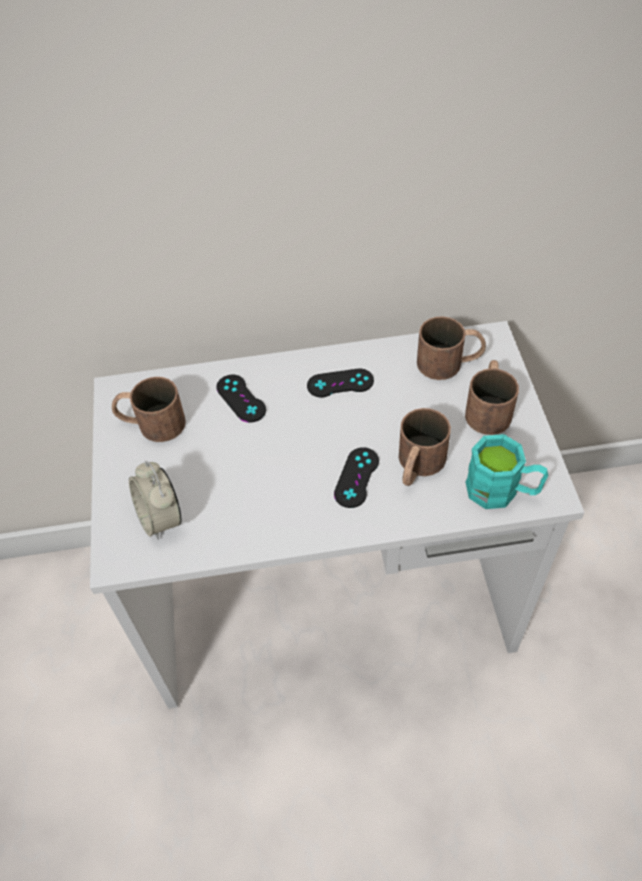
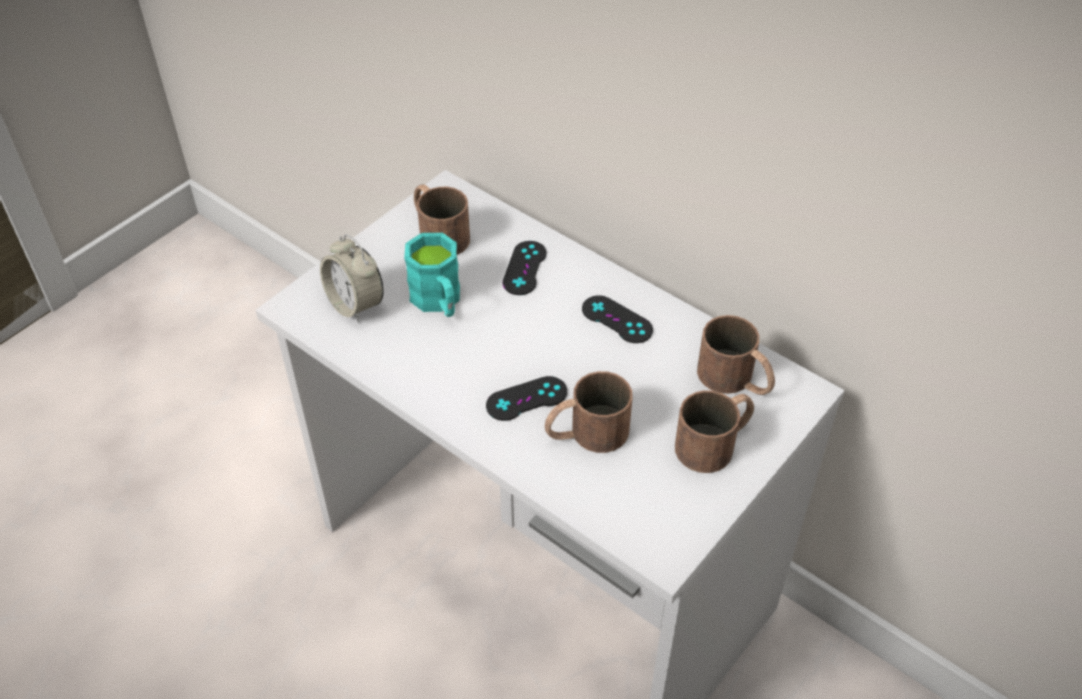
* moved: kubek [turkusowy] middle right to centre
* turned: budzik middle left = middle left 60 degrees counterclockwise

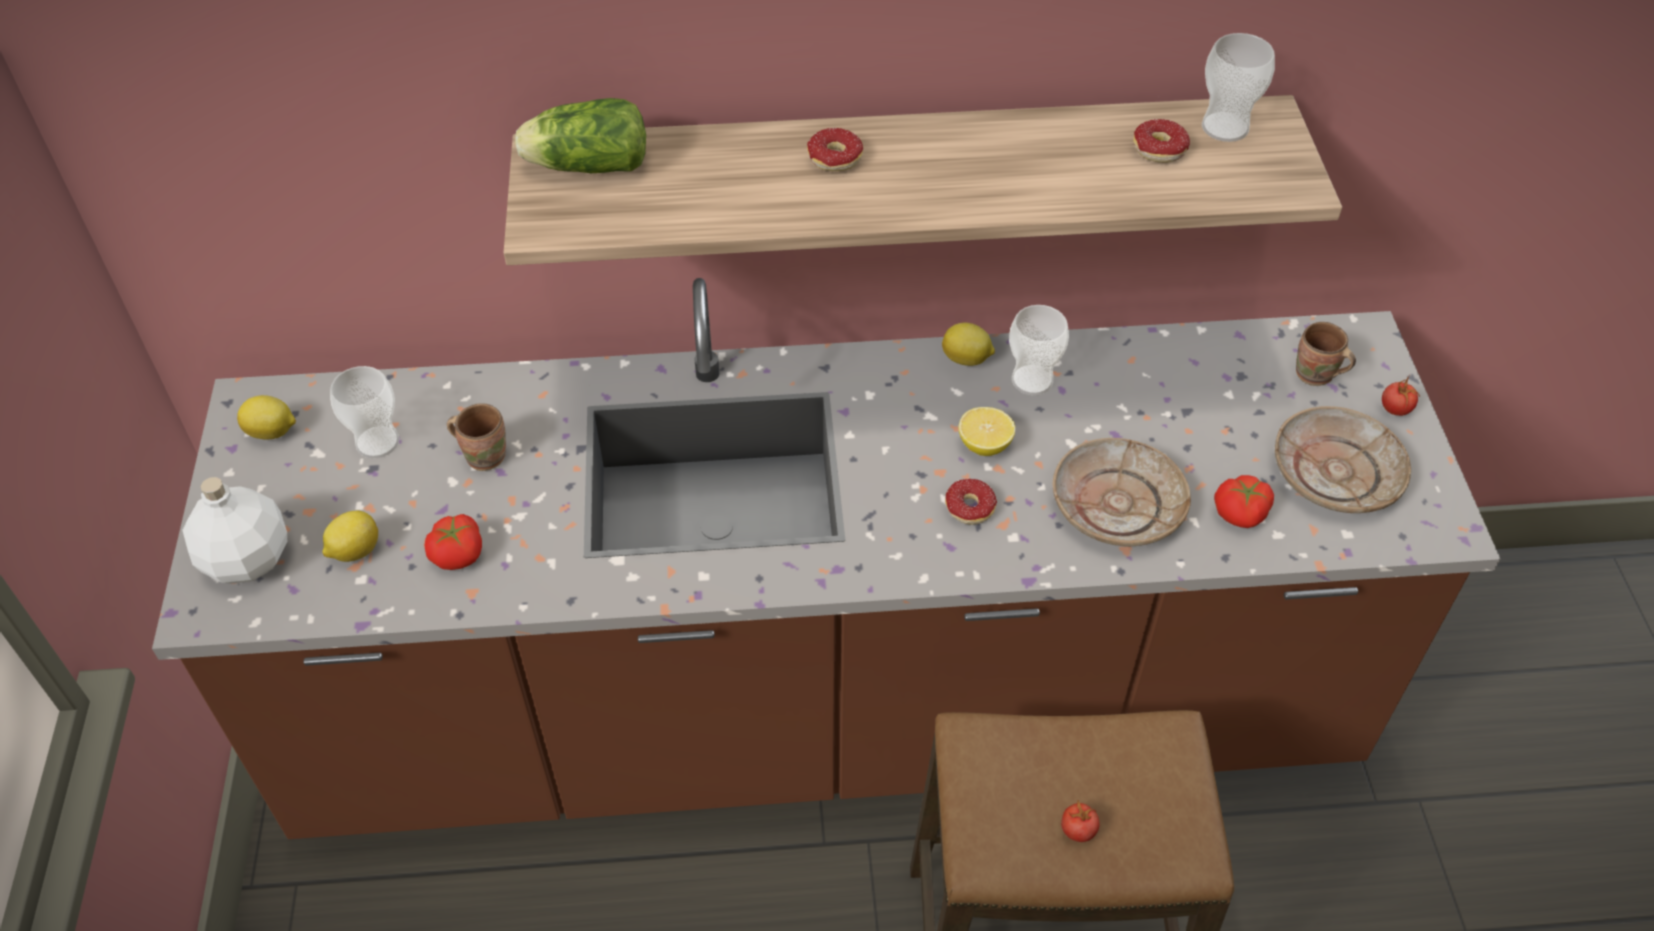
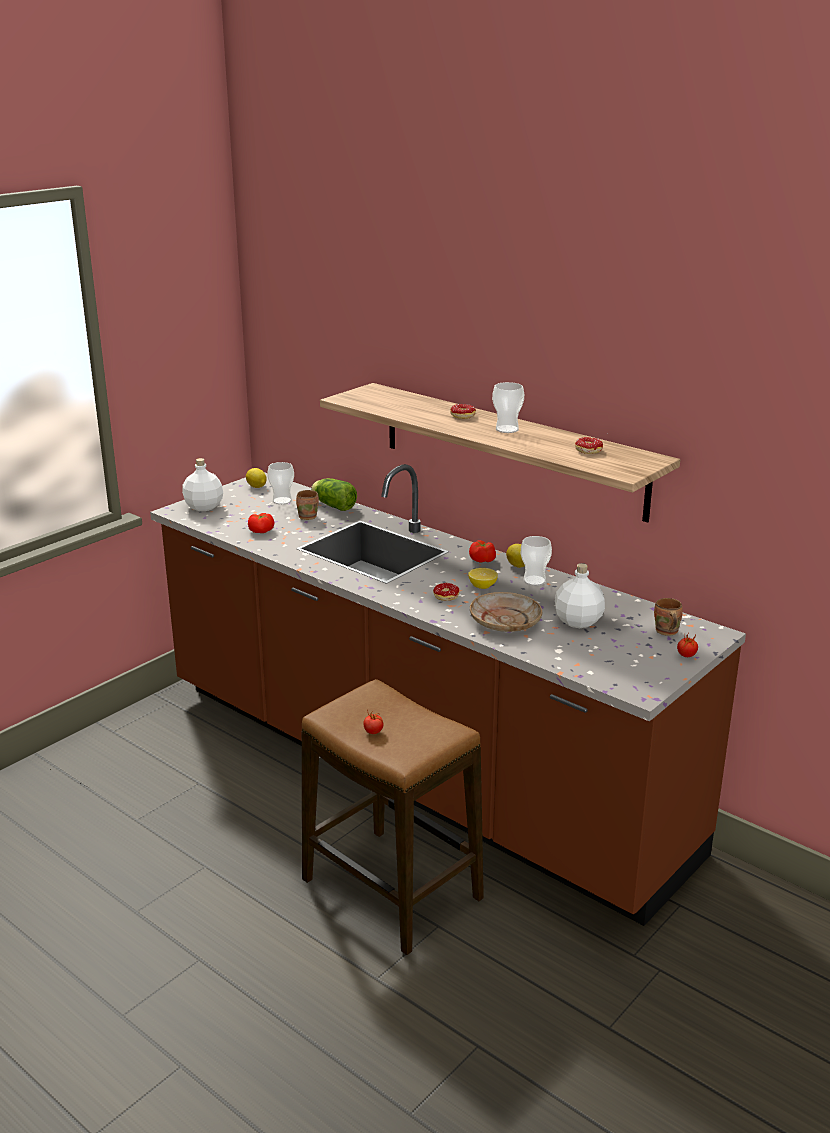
* removed: cytryna (2nd from left) middle left
* removed: talerz [beżowy] (2nd from left) middle right
* added: butelka [biały] (2nd from left) middle right
* moved: sałata top centre to centre
* moved: filiżanka (3rd from left in the first image) top right to filiżanka (2nd from left) centre
* moved: pomidor (3rd from left) middle right to centre

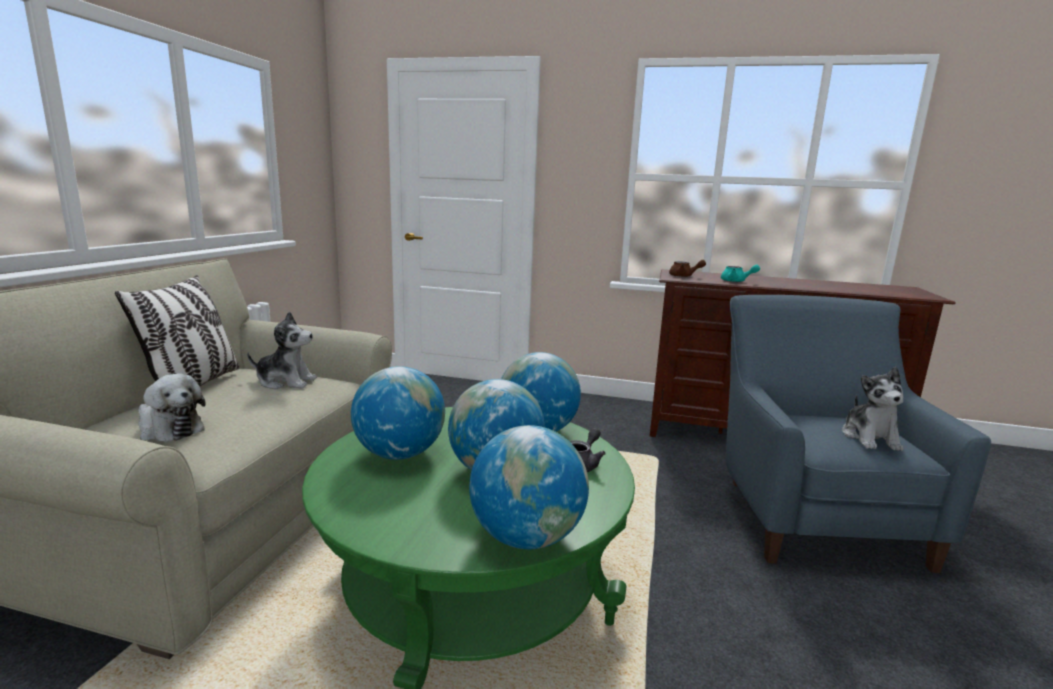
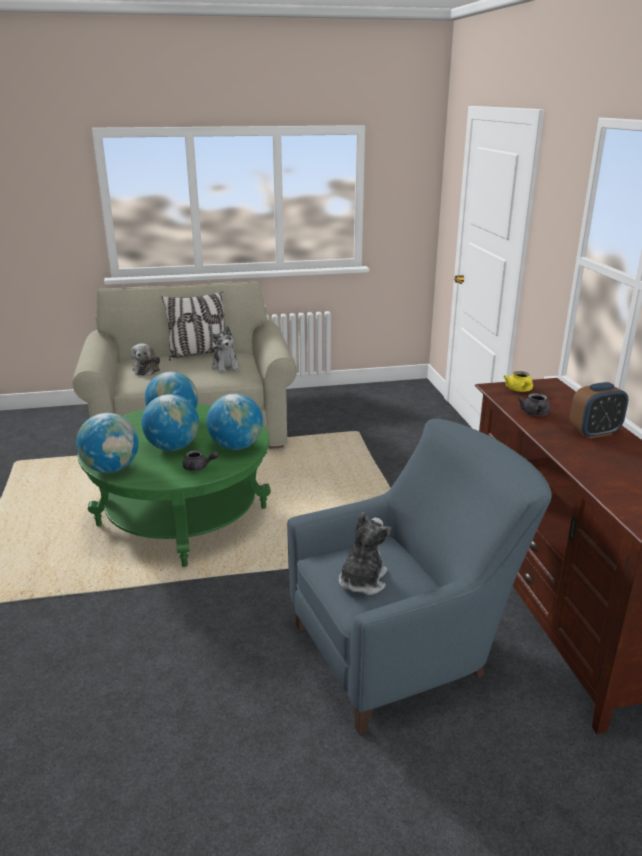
* added: budzik middle right
* recoloured: imbryk [brązowy] centre to imbryk [żółty] middle right
* recoloured: imbryk [turkusowy] middle right to imbryk [szary] (2nd from left) middle right
* turned: pluszak (3rd from left) middle right = centre 135 degrees clockwise

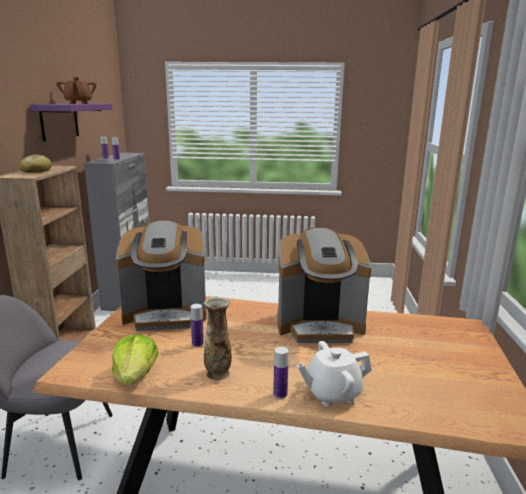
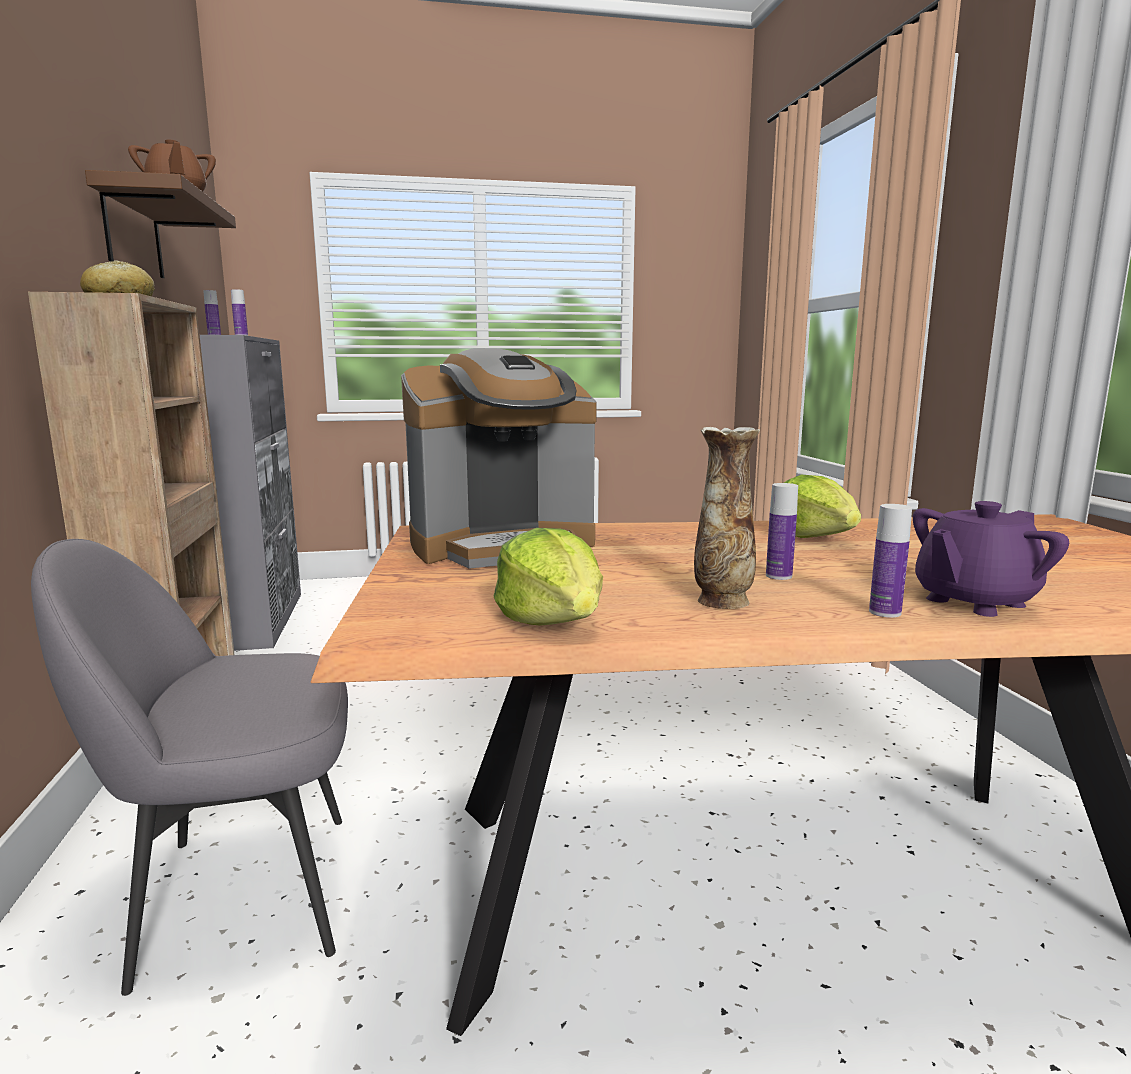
* moved: butelka (3rd from left) centre to middle right
* replaced: ekspres do kawy (2nd from left) centre to sałata (2nd from left) middle right
* recoloured: półka [fioletowy] top left to półka [brązowy] top left
* recoloured: imbryk [biały] bottom centre to imbryk [fioletowy] middle right

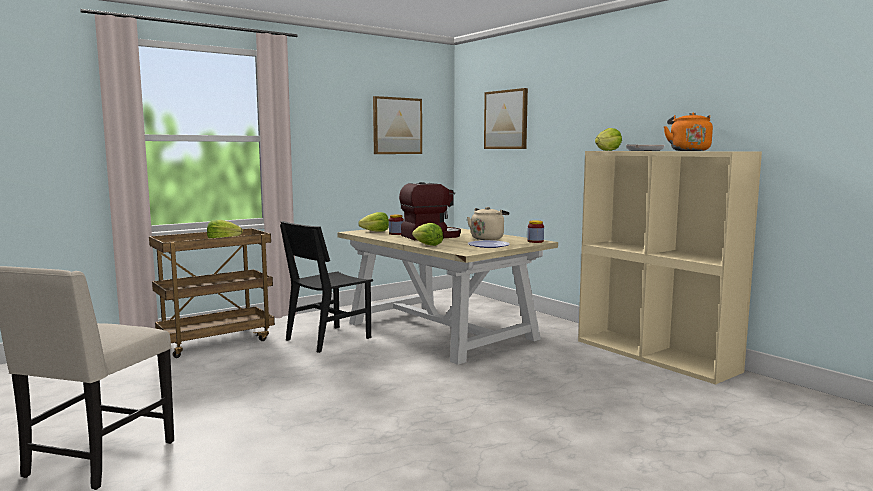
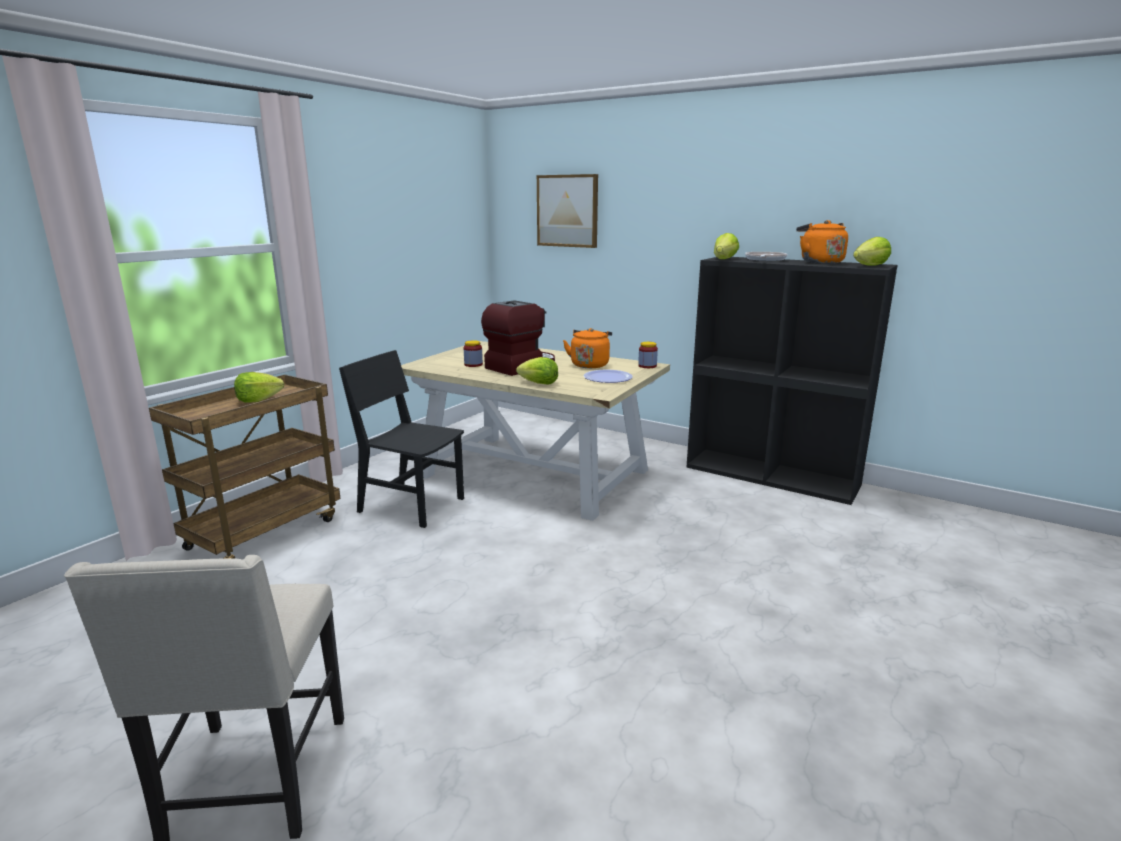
* removed: obraz (1st from left) top centre
* moved: sałata (2nd from left in the first image) centre to sałata (4th from left) top right
* recoloured: czajnik [beżowy] centre to czajnik [pomarańczowy] (1st from left) centre
* recoloured: regał [beżowy] middle right to regał [czarny] middle right
* turned: krzesło [czarny] centre = centre 90 degrees clockwise

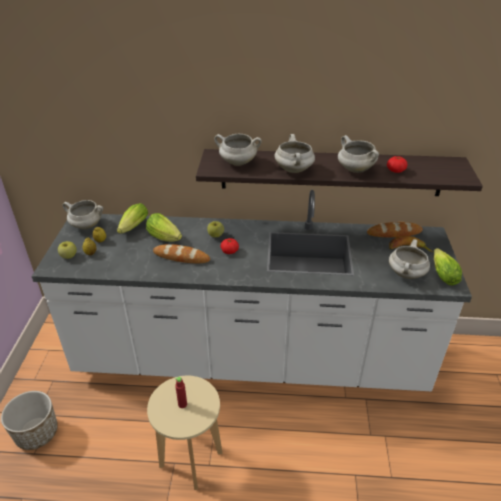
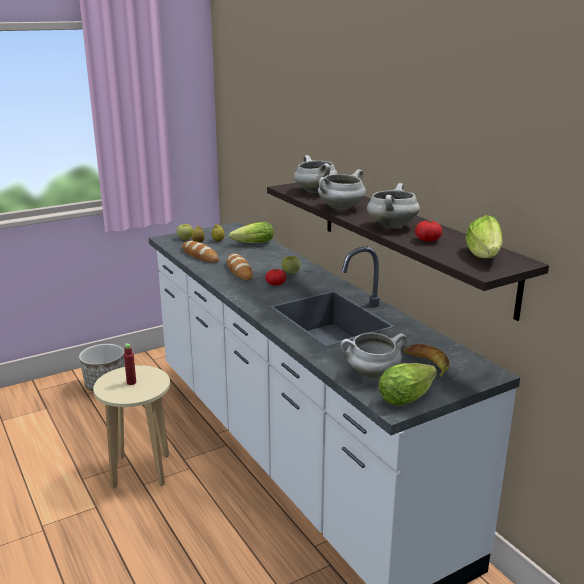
* removed: garnek [biały] (1st from left) middle left
* moved: sałata (2nd from left in the first image) middle left to sałata (3rd from left) middle right
* moved: chleb (2nd from left in the first image) middle right to chleb (1st from left) centre

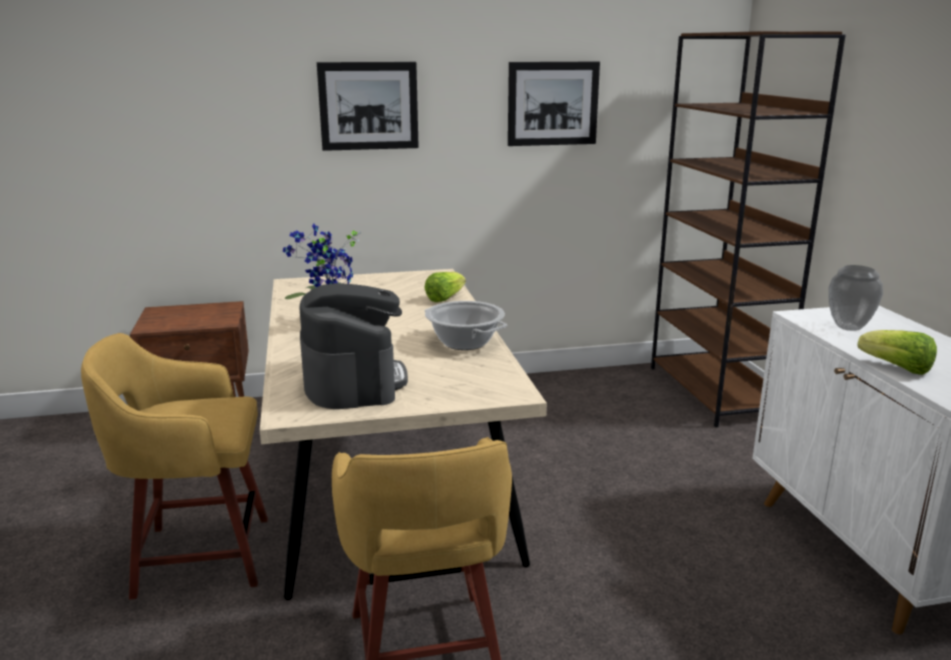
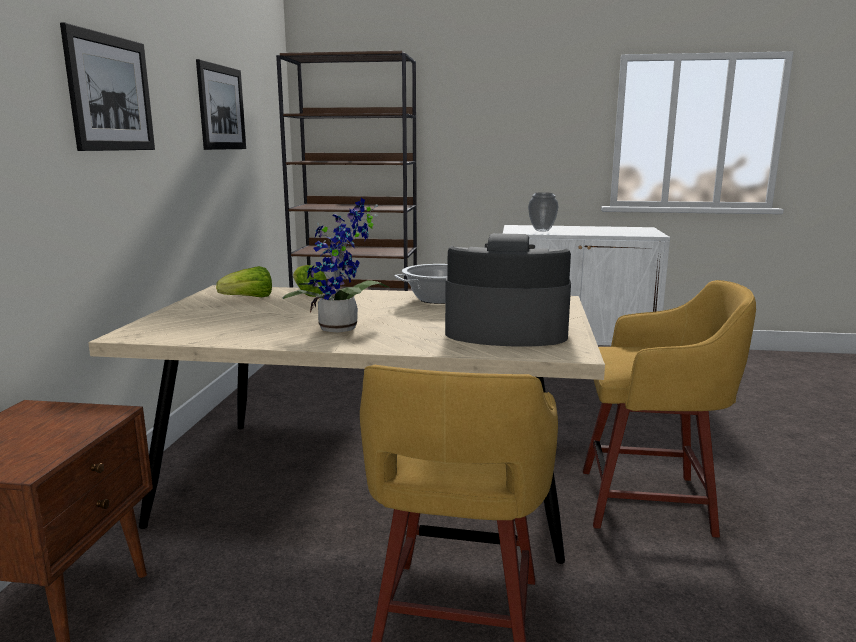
* moved: sałata (2nd from left in the first image) middle right to sałata (1st from left) middle left

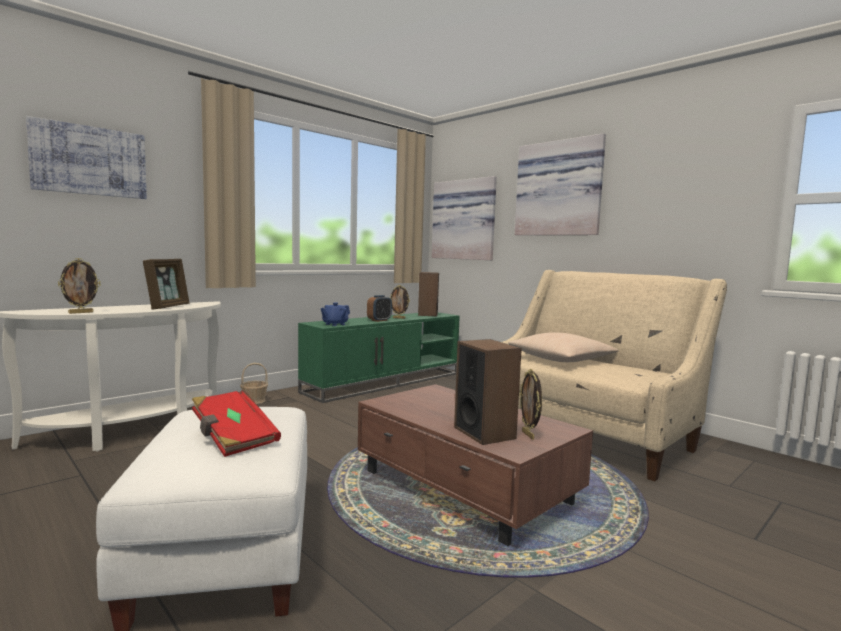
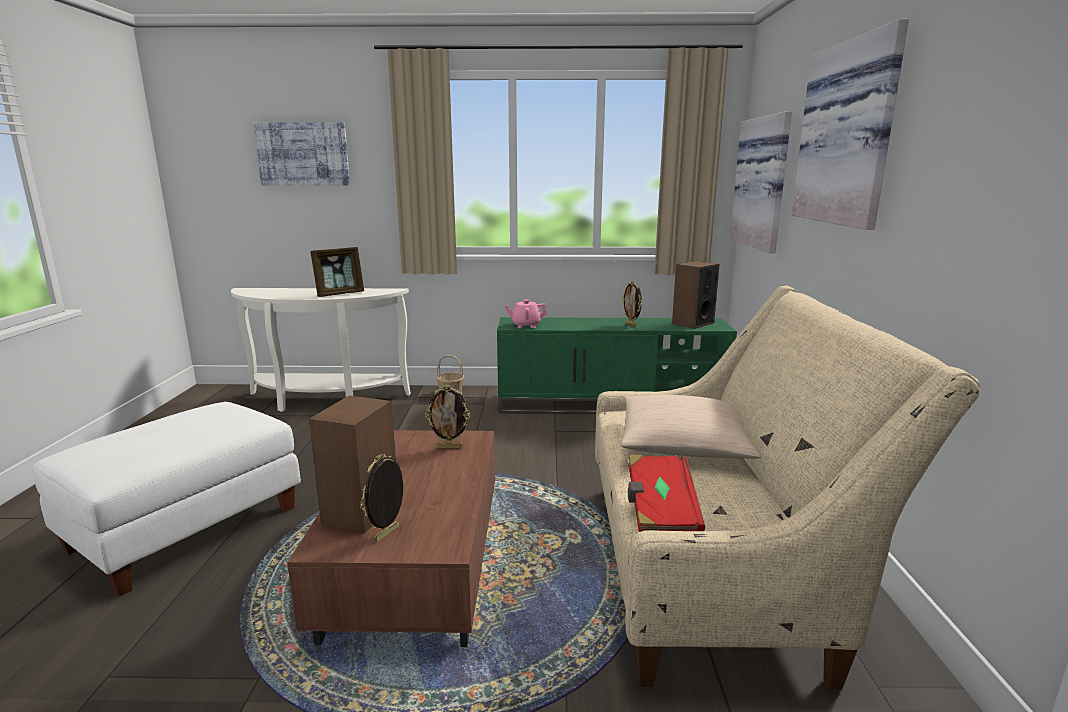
* removed: budzik centre
* moved: ramka na zdjęcie (1st from left in the first image) middle left to ramka na zdjęcie (3rd from left) centre
* moved: książka [czerwony] bottom left to bottom centre
* recoloured: imbryk [niebieski] centre to imbryk [różowy] centre

